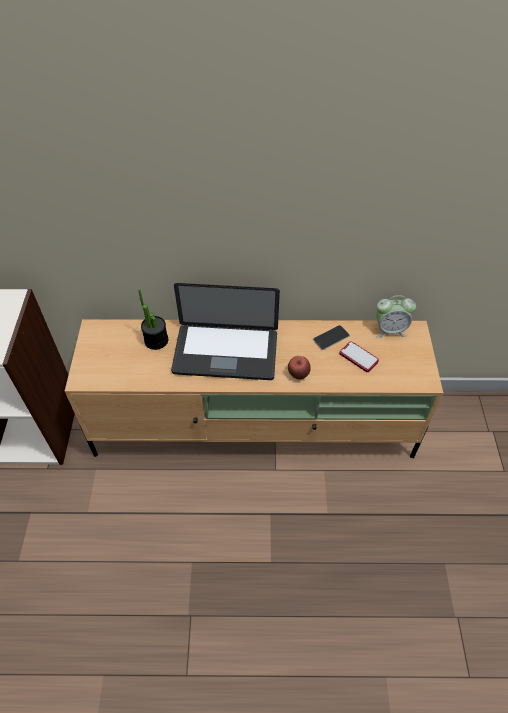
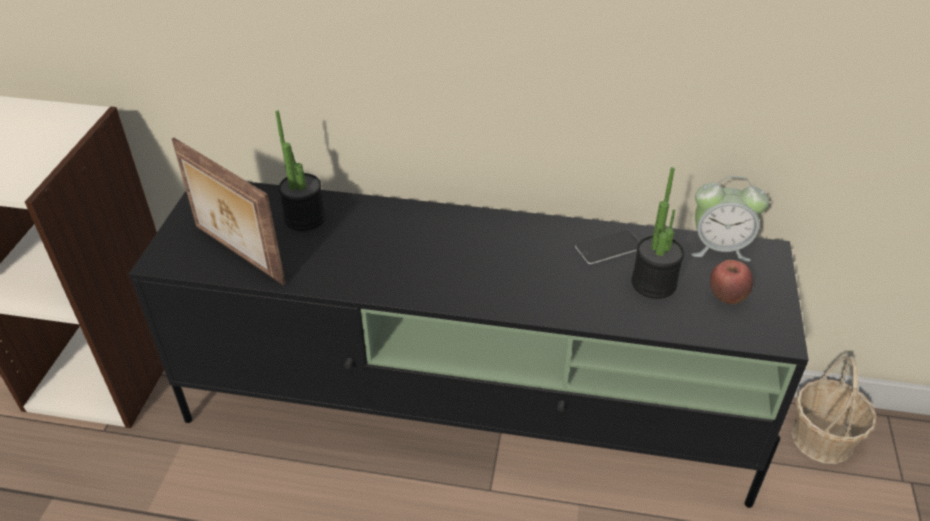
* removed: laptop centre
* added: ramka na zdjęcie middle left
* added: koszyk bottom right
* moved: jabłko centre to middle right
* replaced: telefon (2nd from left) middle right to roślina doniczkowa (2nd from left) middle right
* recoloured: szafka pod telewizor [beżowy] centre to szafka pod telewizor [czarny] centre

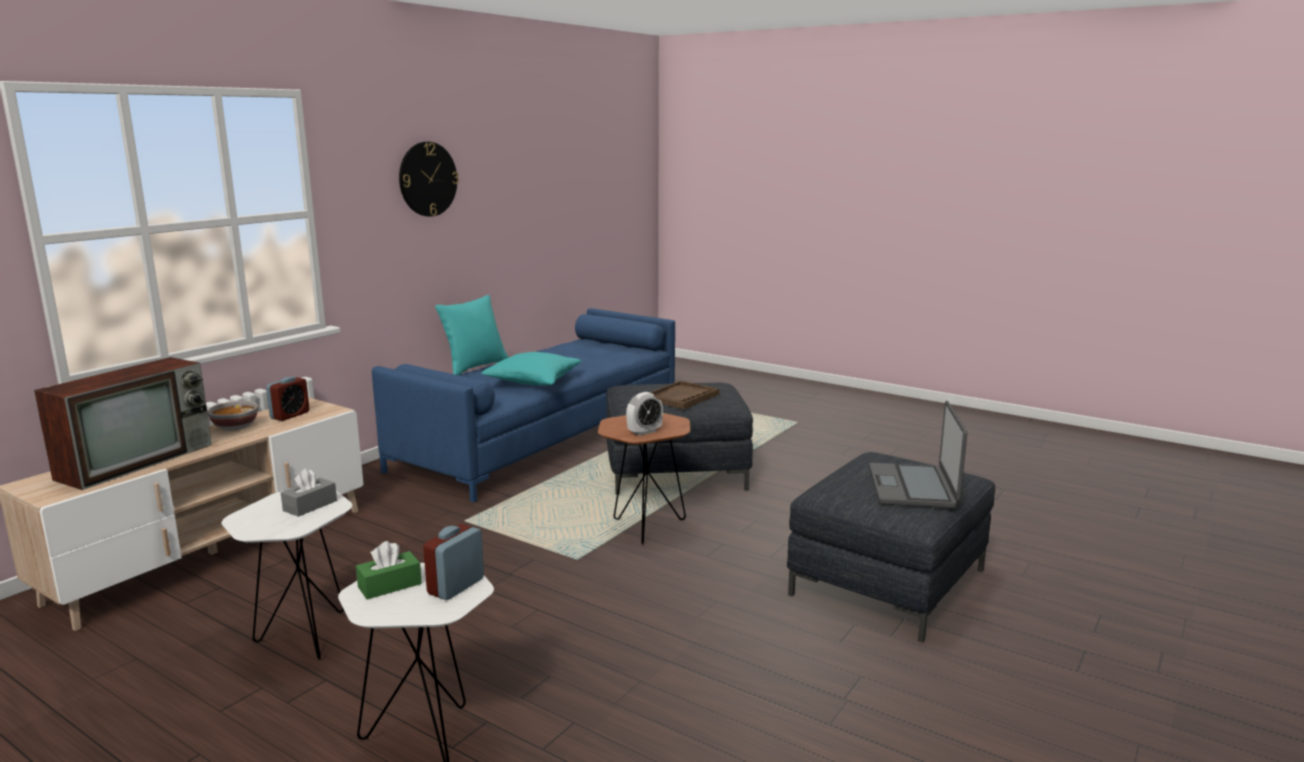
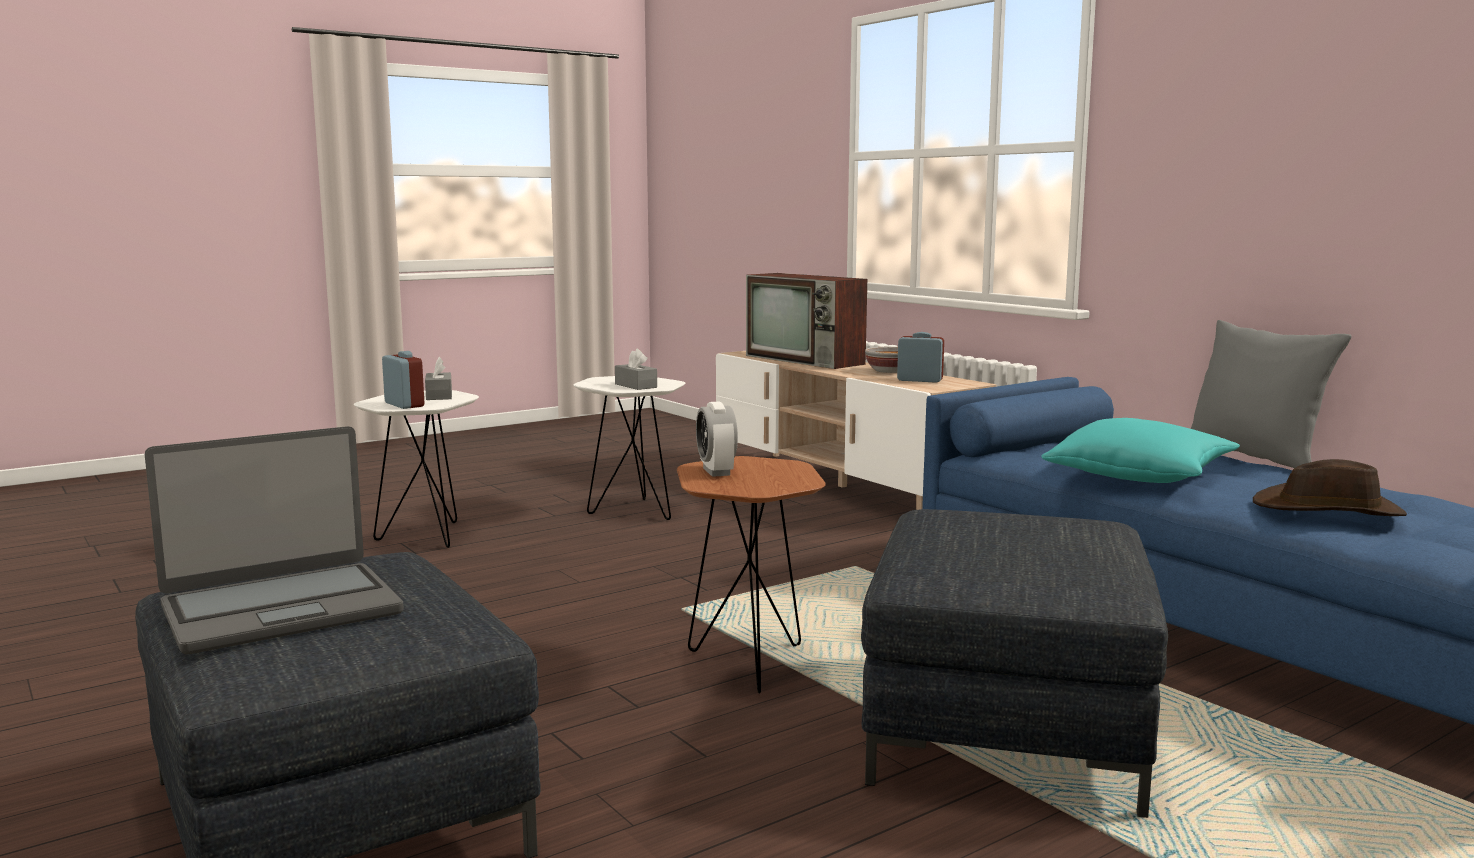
* removed: zegar ścienny top left
* removed: taca [brązowy] centre
* added: kapelusz [brązowy] middle right
* recoloured: pudełko chusteczek [zielony] bottom left to pudełko chusteczek [szary] (1st from left) middle left
* recoloured: poduszka [turkusowy] (1st from left) centre to poduszka [szary] middle right
* turned: budzik (1st from left in the first image) middle left = centre 150 degrees clockwise
* turned: laptop middle right = middle left 120 degrees clockwise

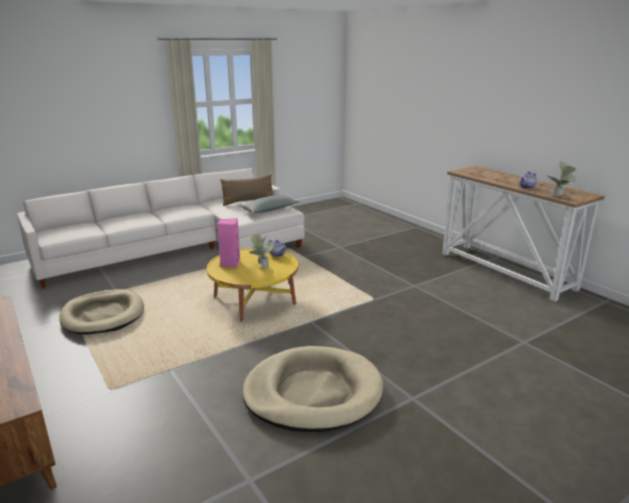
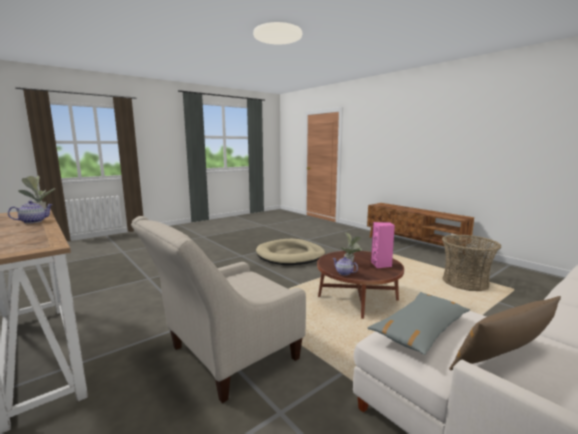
* added: fotel [beżowy] bottom centre
* replaced: legowisko [beżowy] (1st from left) middle left to koszyk middle right
* recoloured: ława [żółty] centre to ława [brązowy] centre

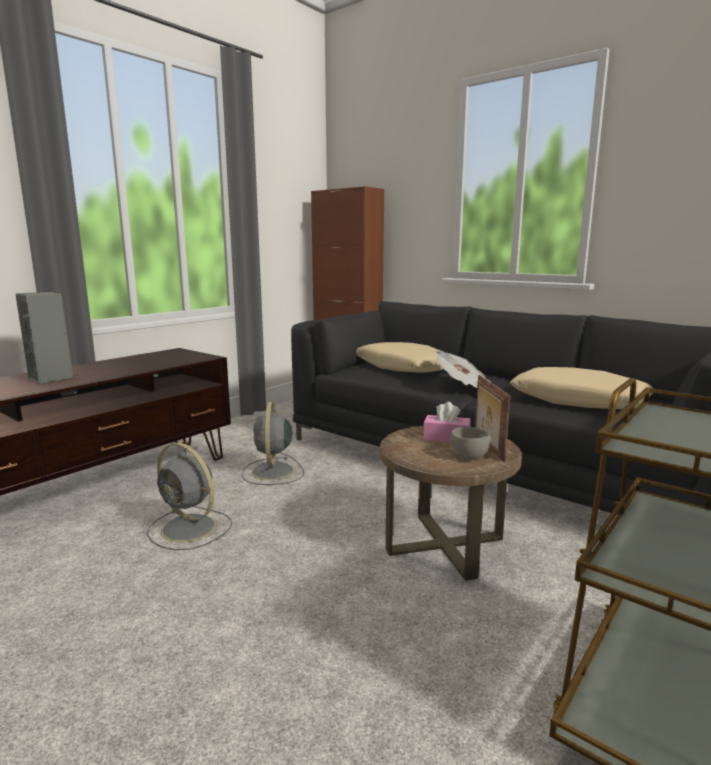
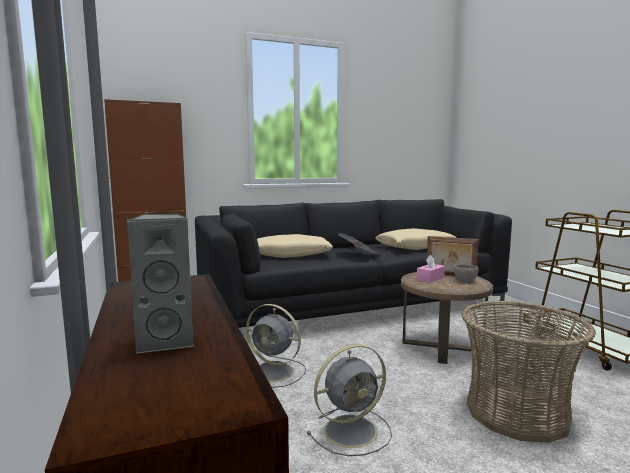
* added: koszyk bottom right

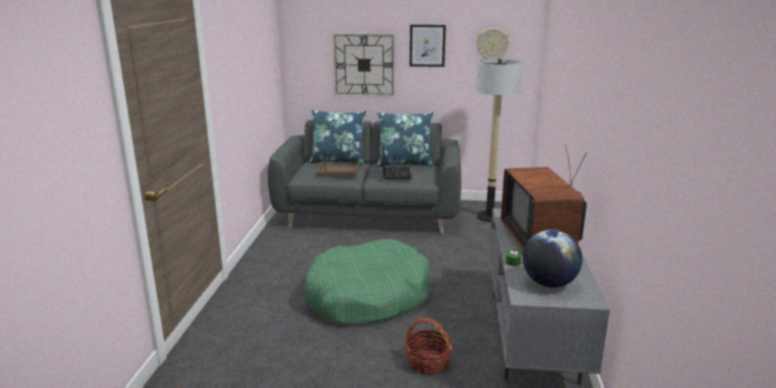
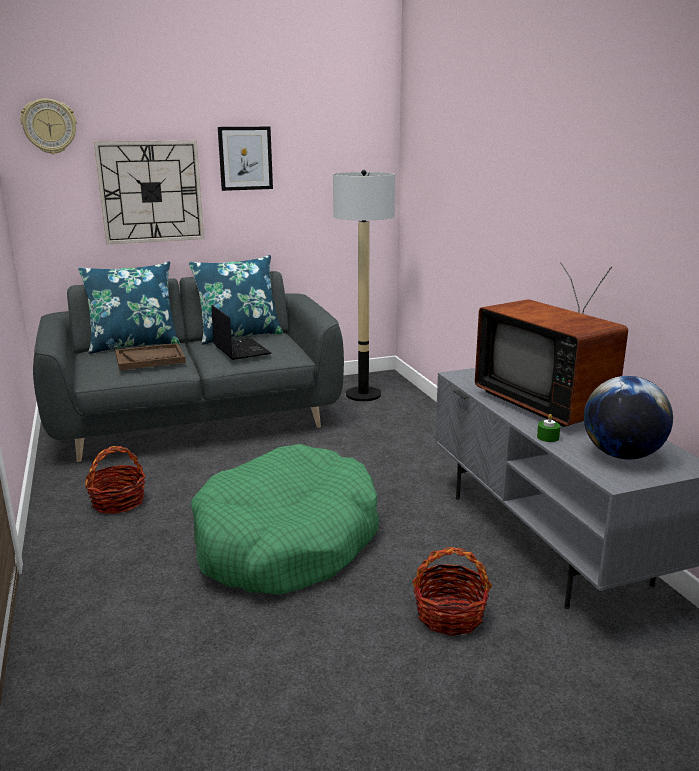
* added: koszyk (1st from left) middle left
* moved: zegar ścienny (2nd from left in the first image) top centre to zegar ścienny (1st from left) top left

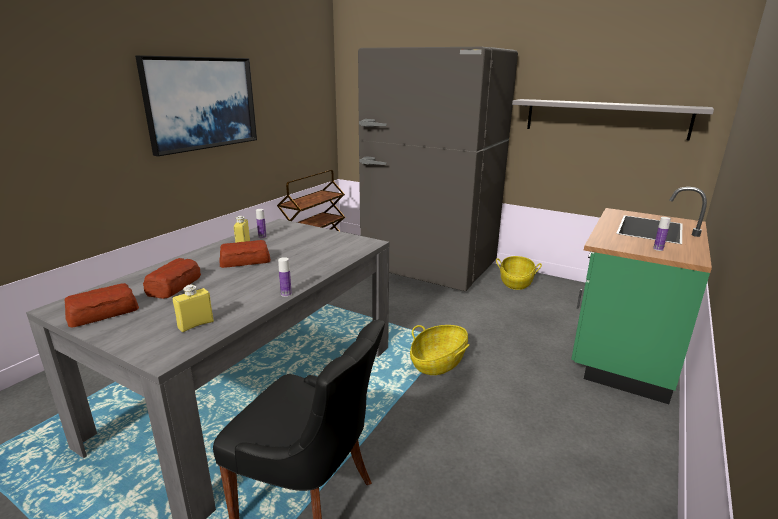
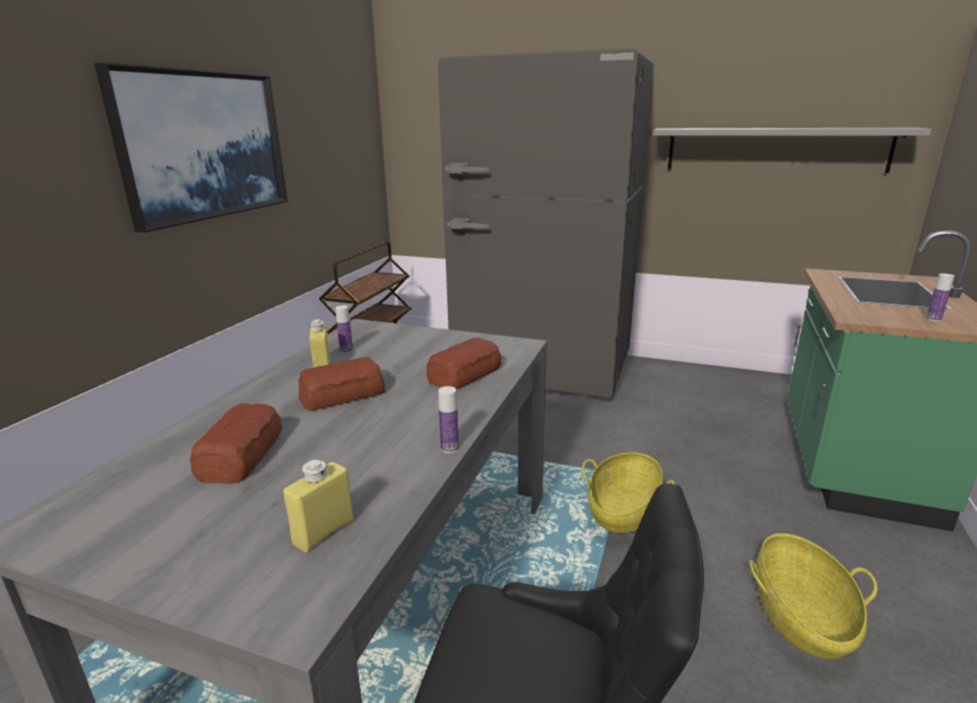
* moved: chleb (1st from left in the first image) middle left to chleb (3rd from left) centre
* moved: koszyk (2nd from left) middle right to bottom right

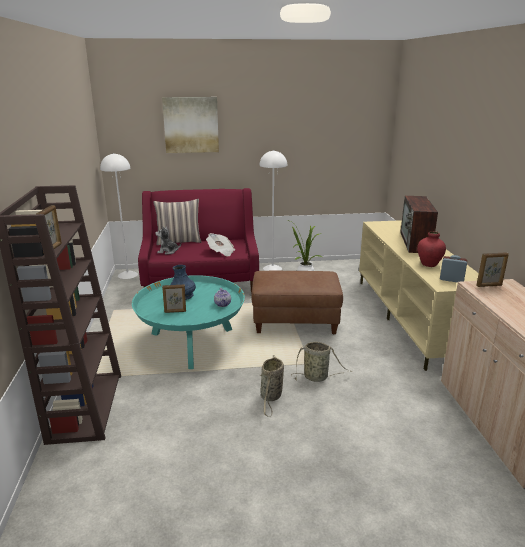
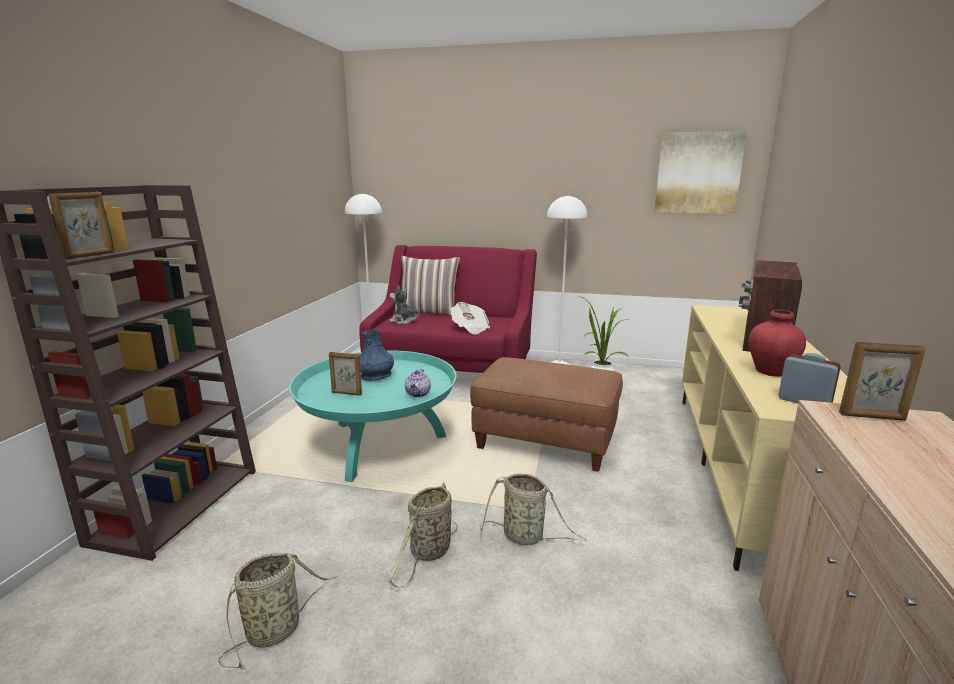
* added: koszyk (1st from left) bottom left
* moved: obraz top centre to top right

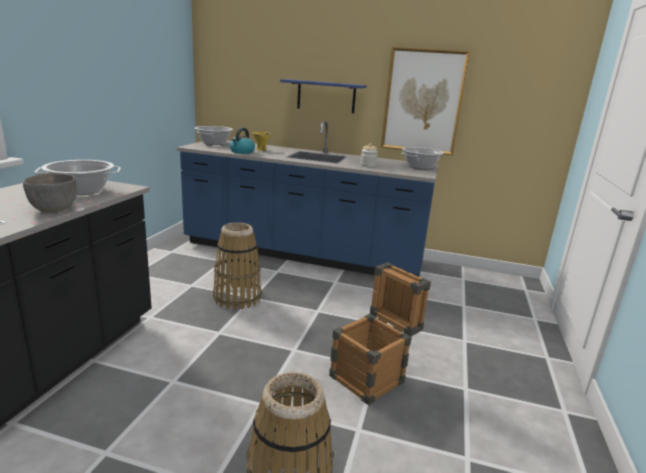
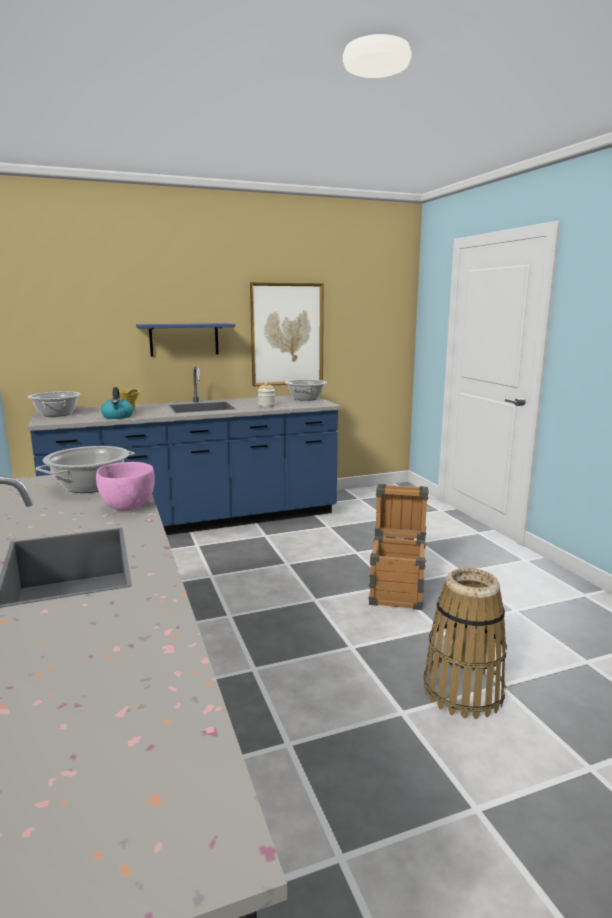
* removed: koszyk (1st from left) centre
* recoloured: miska [szary] middle left to miska [różowy] middle left

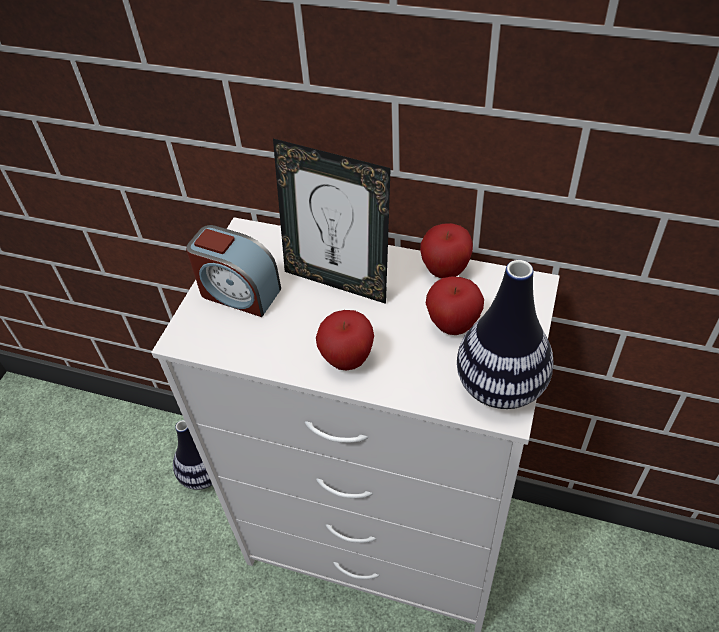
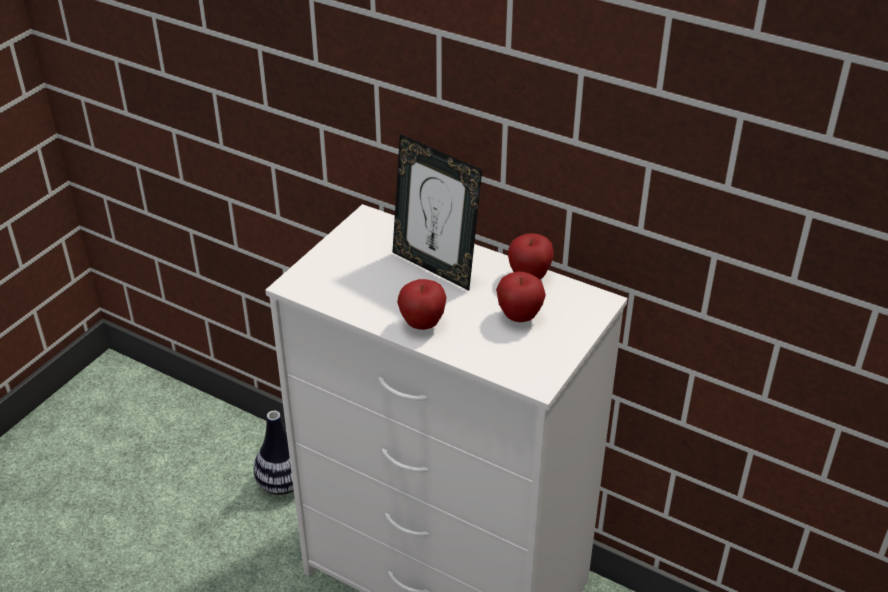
* removed: budzik middle left
* removed: wazon (2nd from left) middle right

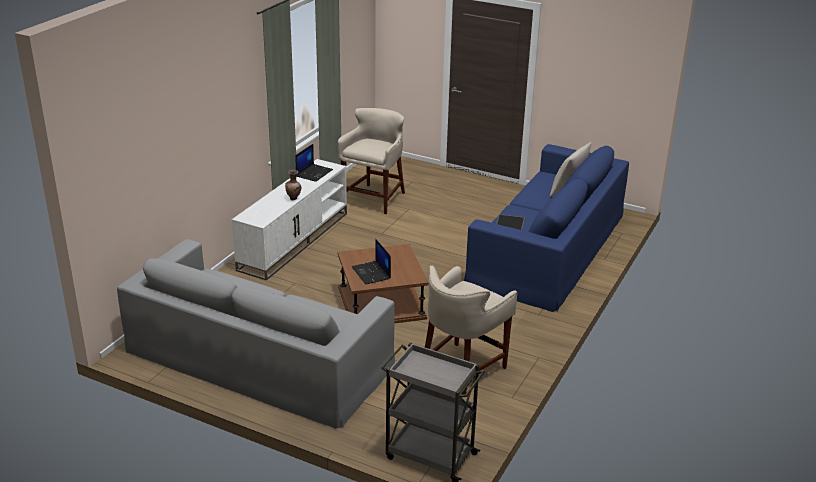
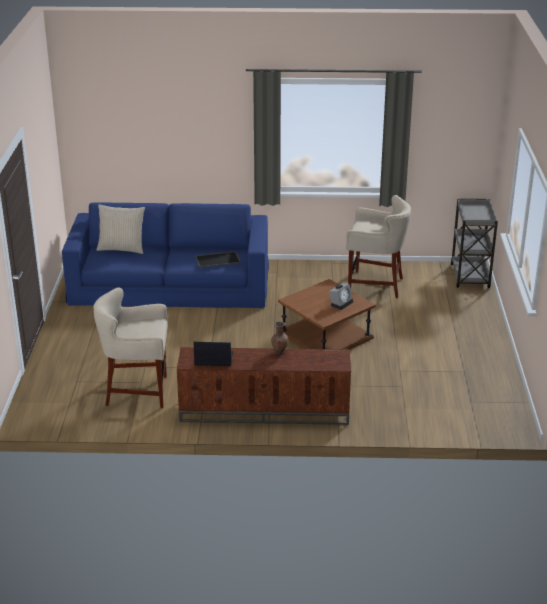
* removed: kanapa [szary] bottom left
* replaced: laptop (2nd from left) centre to budzik centre
* recoloured: szafka pod telewizor [biały] centre to szafka pod telewizor [brązowy] centre

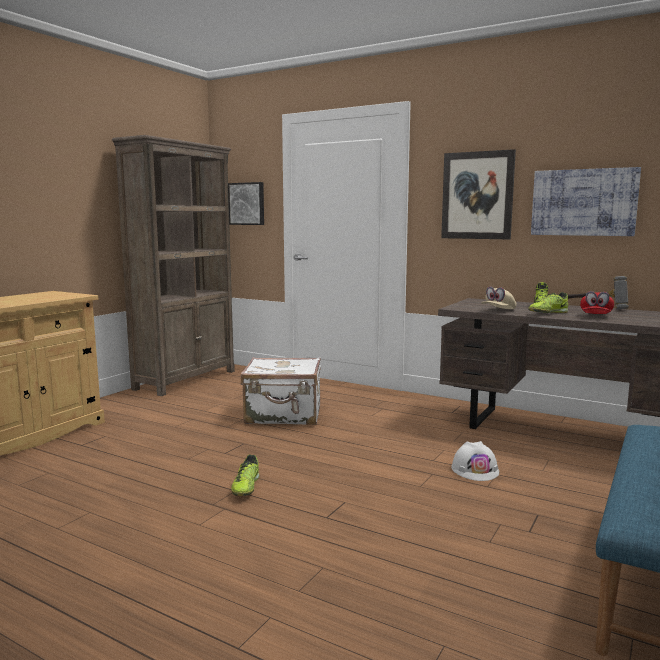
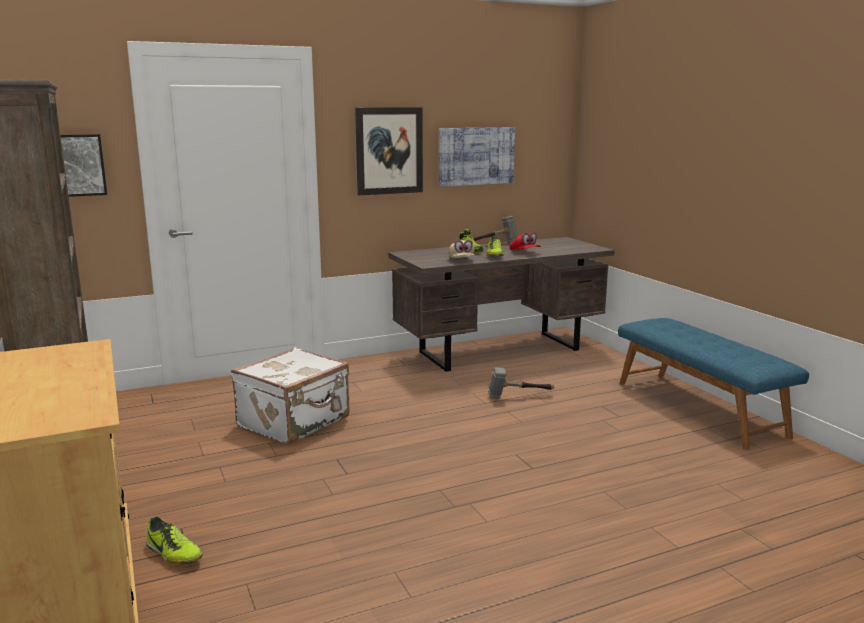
* moved: but (1st from left) bottom centre to bottom left
* replaced: kask [biały] bottom right to młotek (2nd from left) centre

